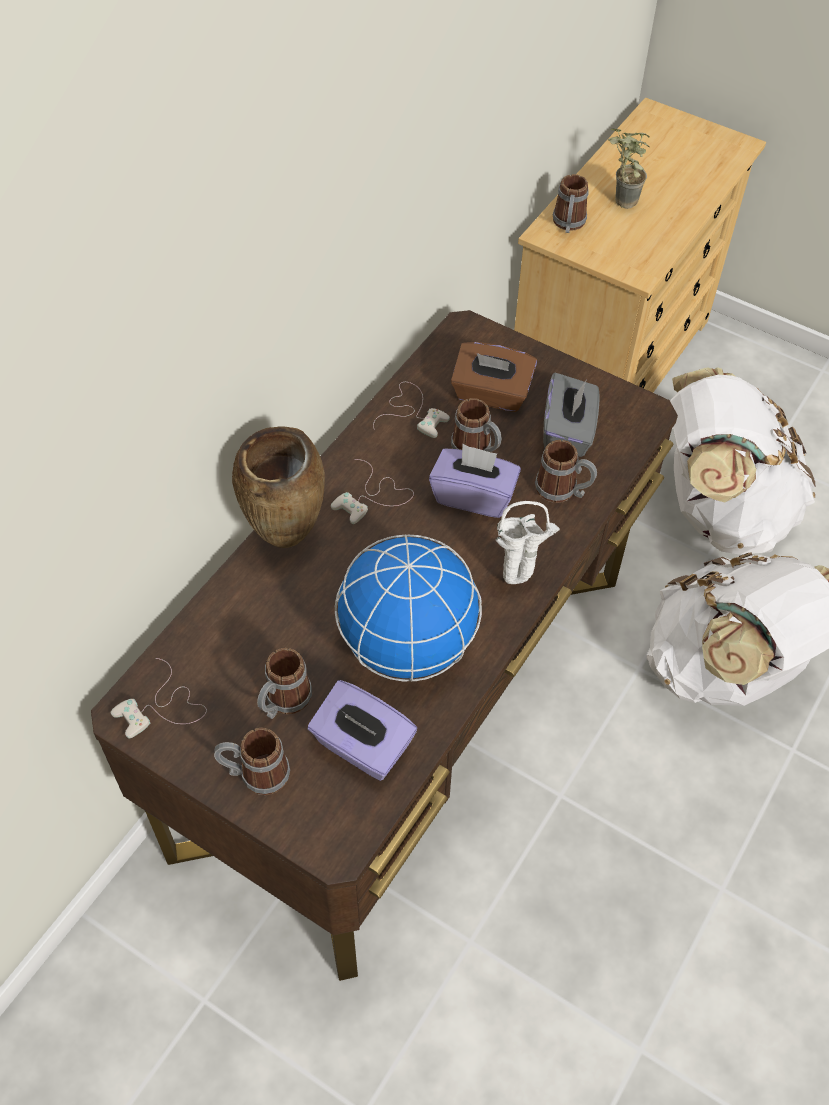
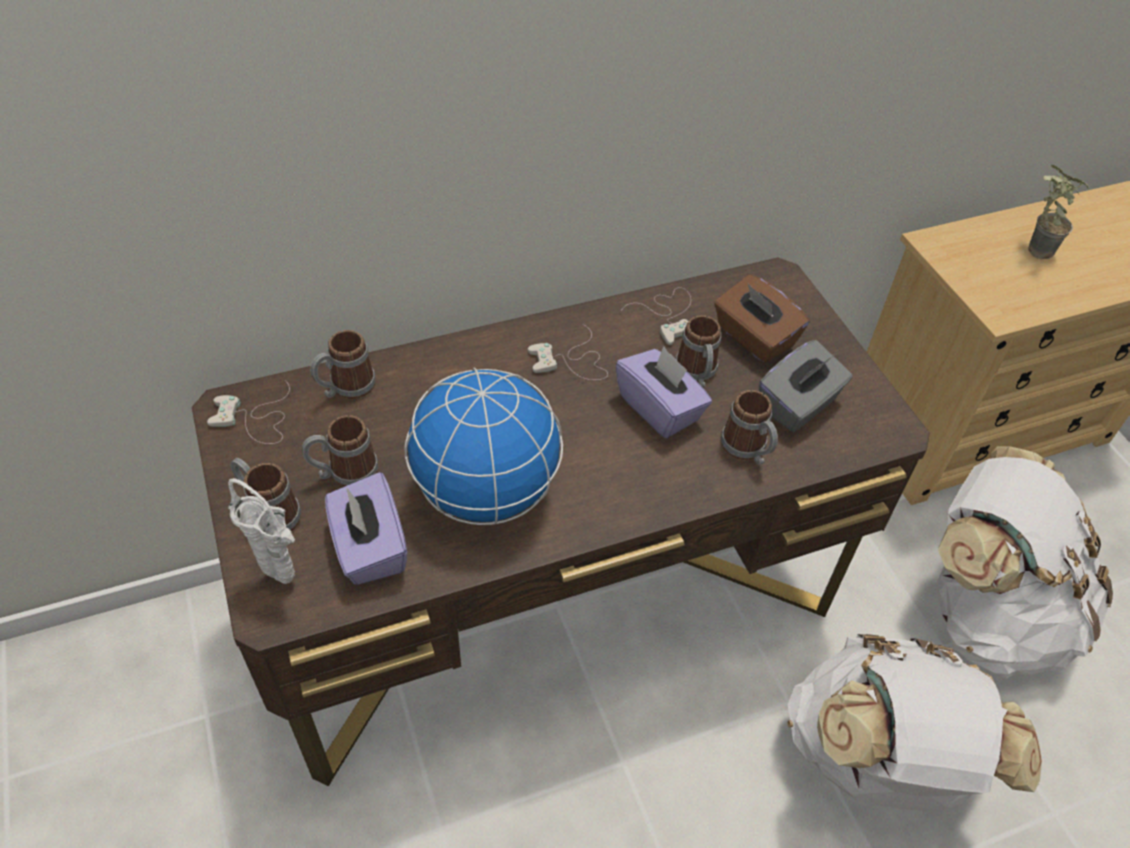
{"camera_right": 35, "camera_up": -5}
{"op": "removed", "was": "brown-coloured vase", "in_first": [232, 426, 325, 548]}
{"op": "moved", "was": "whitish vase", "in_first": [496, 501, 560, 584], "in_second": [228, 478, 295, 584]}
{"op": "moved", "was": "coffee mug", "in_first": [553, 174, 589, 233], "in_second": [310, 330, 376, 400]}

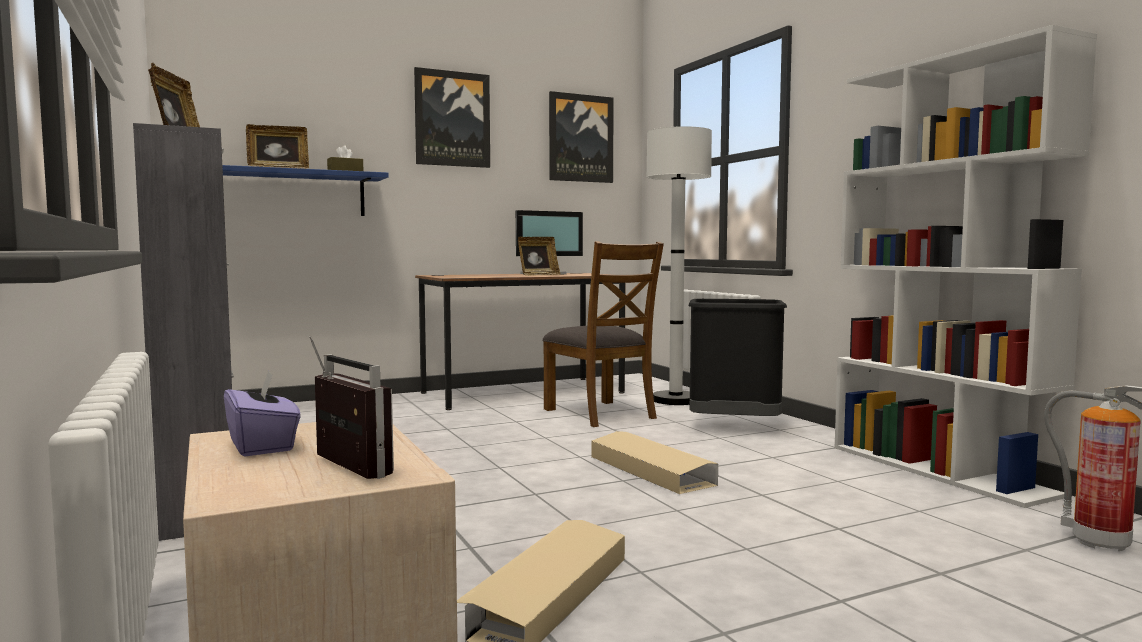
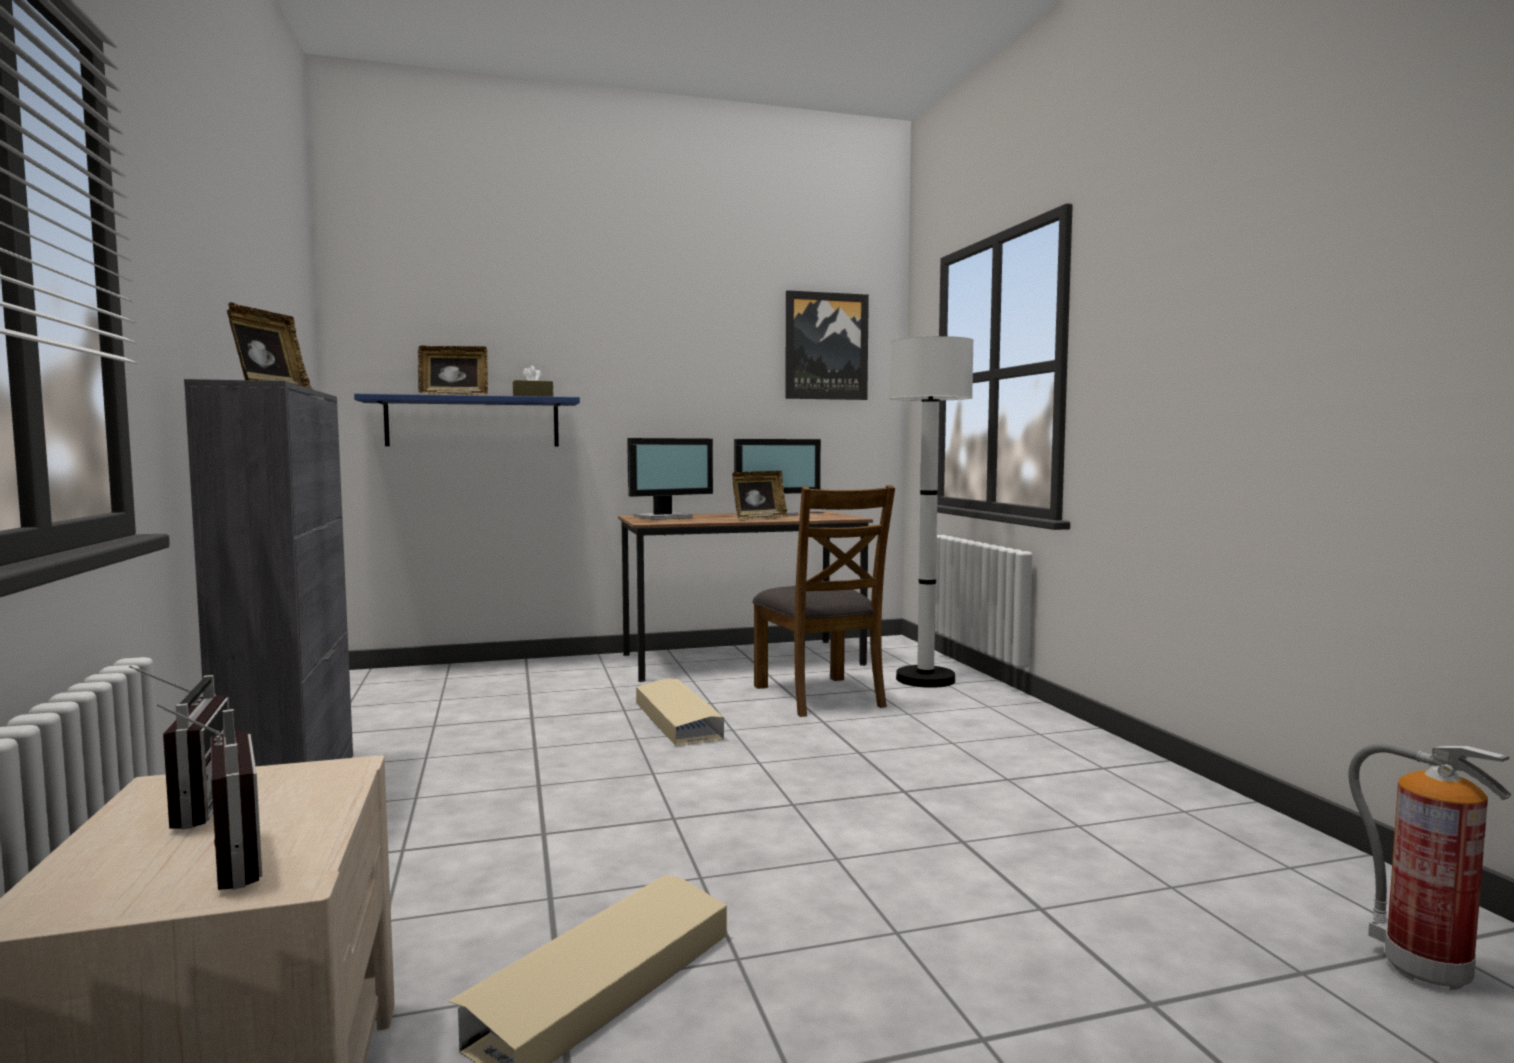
{"camera_right": 10, "camera_up": 0}
{"op": "removed", "was": "picture", "in_first": [414, 67, 490, 168]}
{"op": "removed", "was": "black rubbish bin", "in_first": [688, 299, 787, 416]}
{"op": "removed", "was": "whitish bookshelf", "in_first": [834, 25, 1097, 508]}
{"op": "added", "now": "computer display", "in_second": [627, 438, 713, 520]}
{"op": "moved", "was": "beige storage container", "in_first": [591, 431, 718, 494], "in_second": [636, 678, 724, 746]}
{"op": "replaced", "was": "purplish box of tissues", "now": "radio", "in_first": [224, 371, 301, 456], "in_second": [129, 666, 229, 829]}

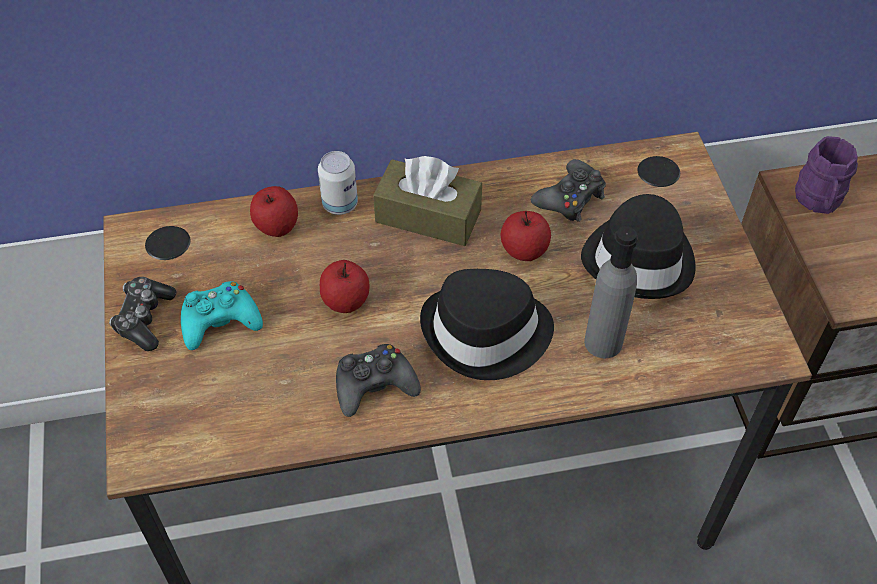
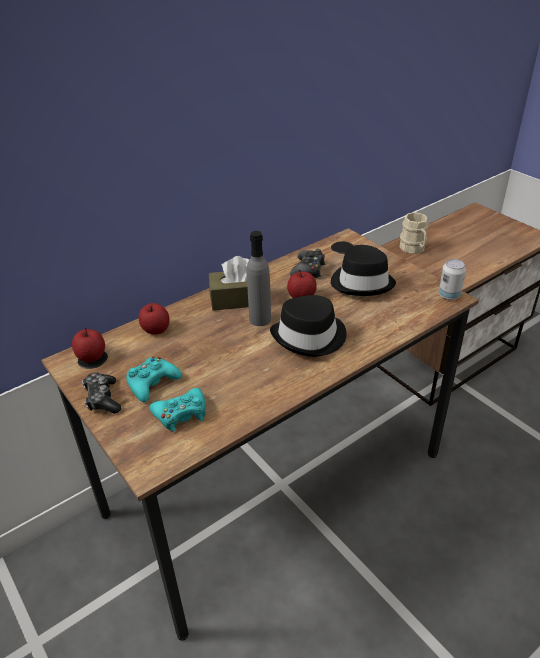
{"camera_right": -25, "camera_up": -15}
{"op": "removed", "was": "black gamepad", "in_first": [336, 344, 421, 417]}
{"op": "added", "now": "turquoise-coloured gamepad", "in_second": [150, 388, 206, 432]}
{"op": "moved", "was": "can", "in_first": [318, 151, 358, 215], "in_second": [439, 259, 466, 300]}
{"op": "moved", "was": "apple", "in_first": [320, 260, 369, 313], "in_second": [72, 328, 105, 363]}
{"op": "moved", "was": "greyish bottle", "in_first": [584, 226, 638, 358], "in_second": [247, 231, 271, 326]}
{"op": "recoloured", "was": "purplish coffee mug", "now": "beige coffee mug", "in_first": [795, 136, 858, 214], "in_second": [400, 212, 429, 254]}

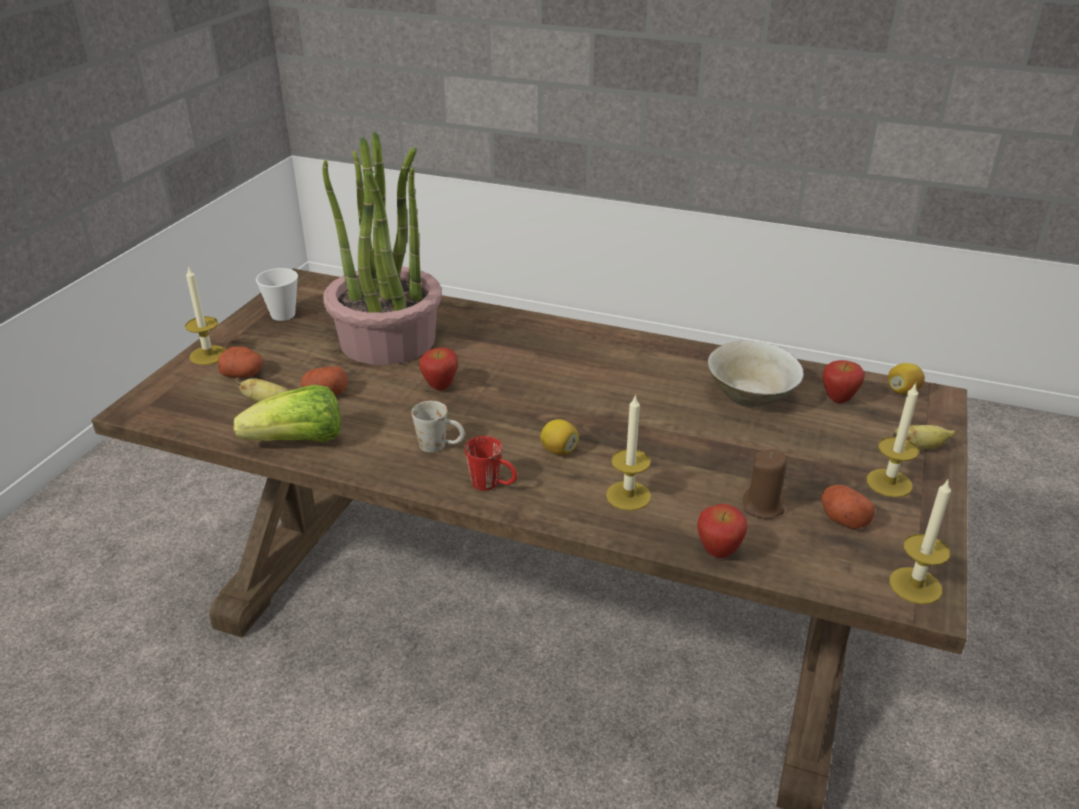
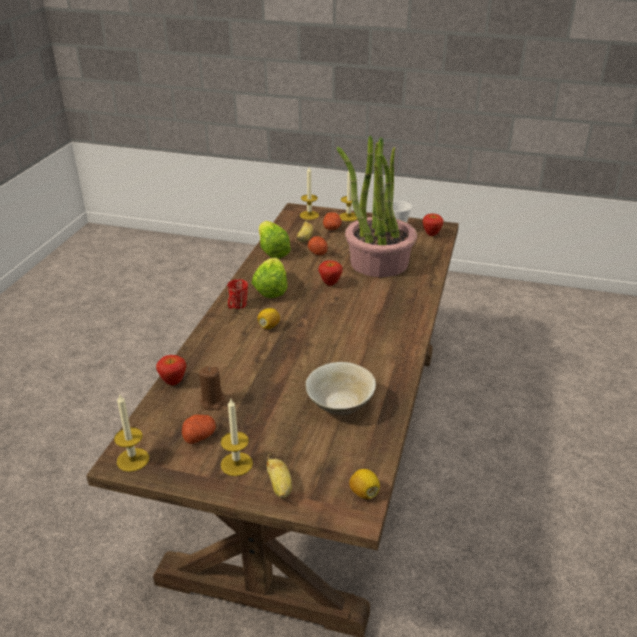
{"camera_right": 85, "camera_up": 0}
{"op": "moved", "was": "wax light", "in_first": [606, 394, 651, 511], "in_second": [300, 167, 319, 220]}
{"op": "moved", "was": "apple", "in_first": [822, 360, 865, 403], "in_second": [423, 214, 444, 236]}
{"op": "replaced", "was": "whitish coffee mug", "now": "lettuce head", "in_first": [412, 401, 465, 453], "in_second": [252, 257, 287, 298]}

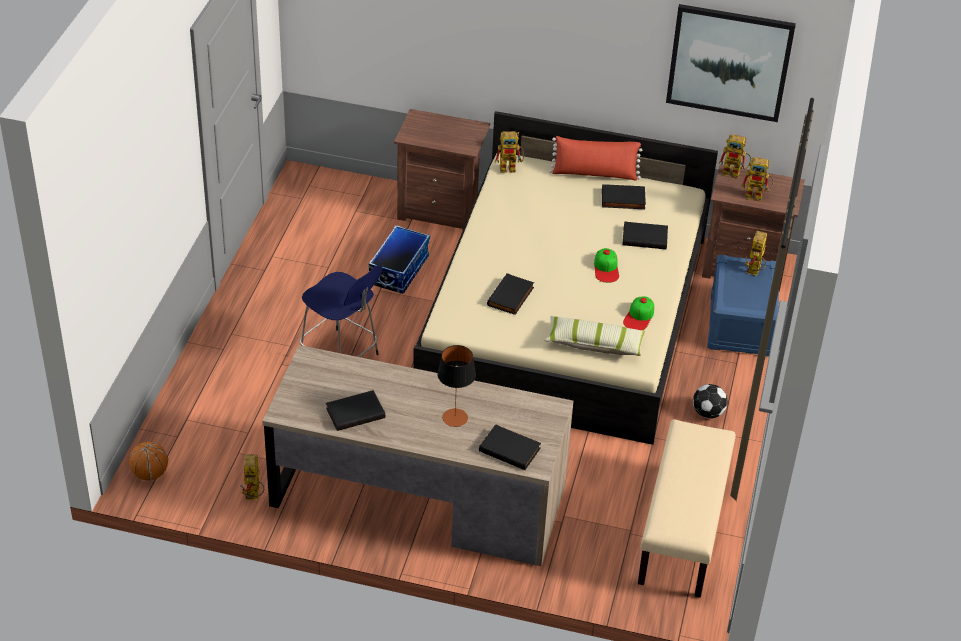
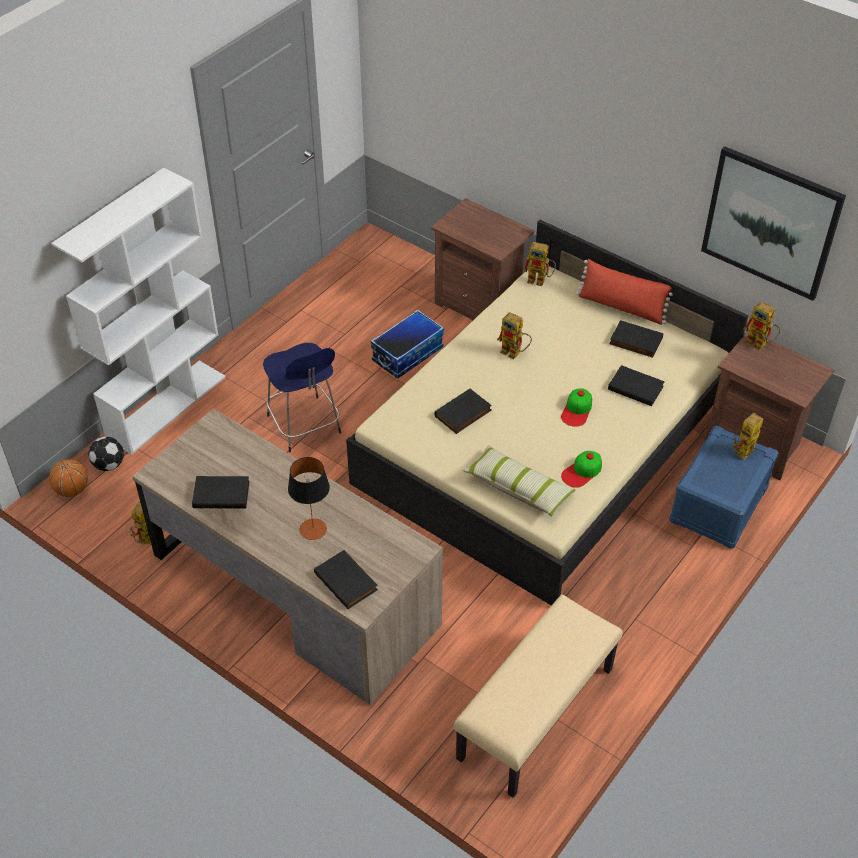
{"camera_right": 25, "camera_up": 5}
{"op": "added", "now": "whitish bookshelf", "in_second": [51, 168, 226, 455]}
{"op": "moved", "was": "football ball", "in_first": [693, 384, 727, 419], "in_second": [88, 437, 124, 471]}
{"op": "moved", "was": "robot figure", "in_first": [741, 157, 774, 201], "in_second": [497, 312, 532, 359]}

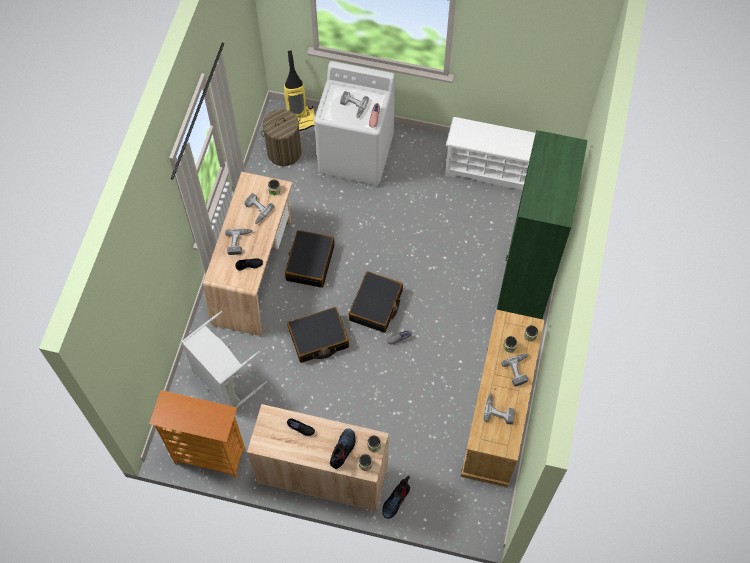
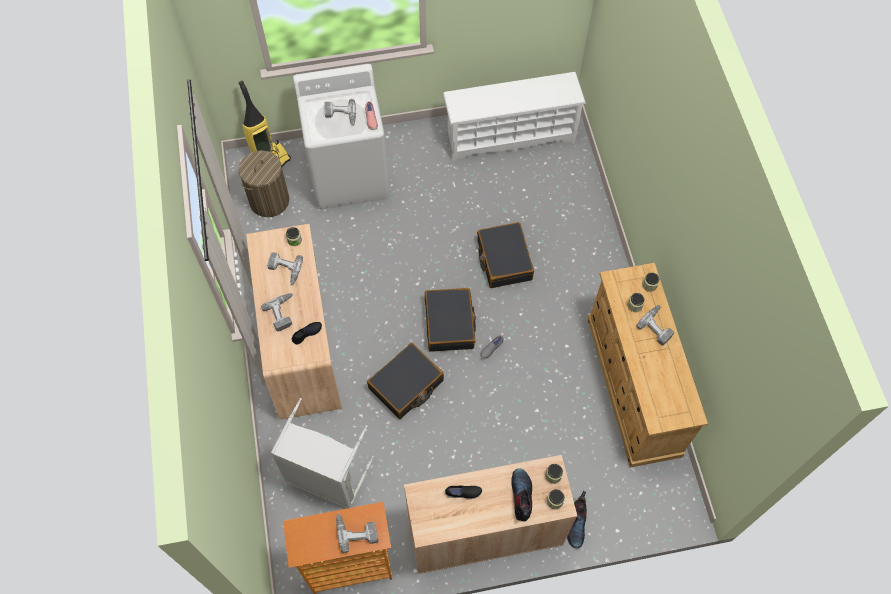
{"camera_right": -25, "camera_up": 0}
{"op": "removed", "was": "green-coloured bookshelf", "in_first": [497, 130, 588, 319]}
{"op": "moved", "was": "black suitcase", "in_first": [285, 230, 335, 288], "in_second": [477, 222, 534, 288]}
{"op": "moved", "was": "power drill", "in_first": [484, 393, 515, 424], "in_second": [336, 513, 378, 553]}

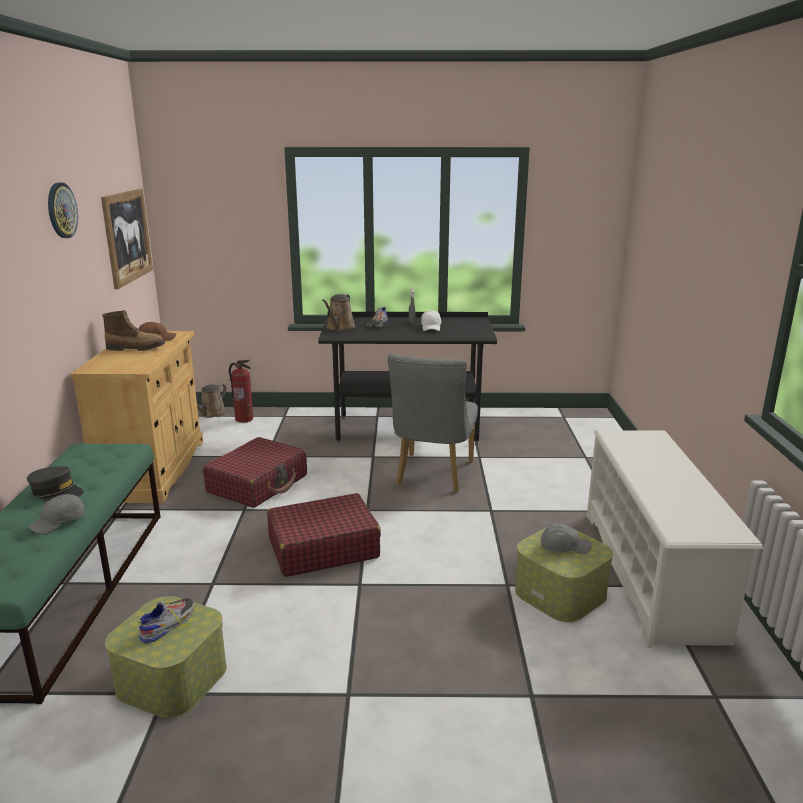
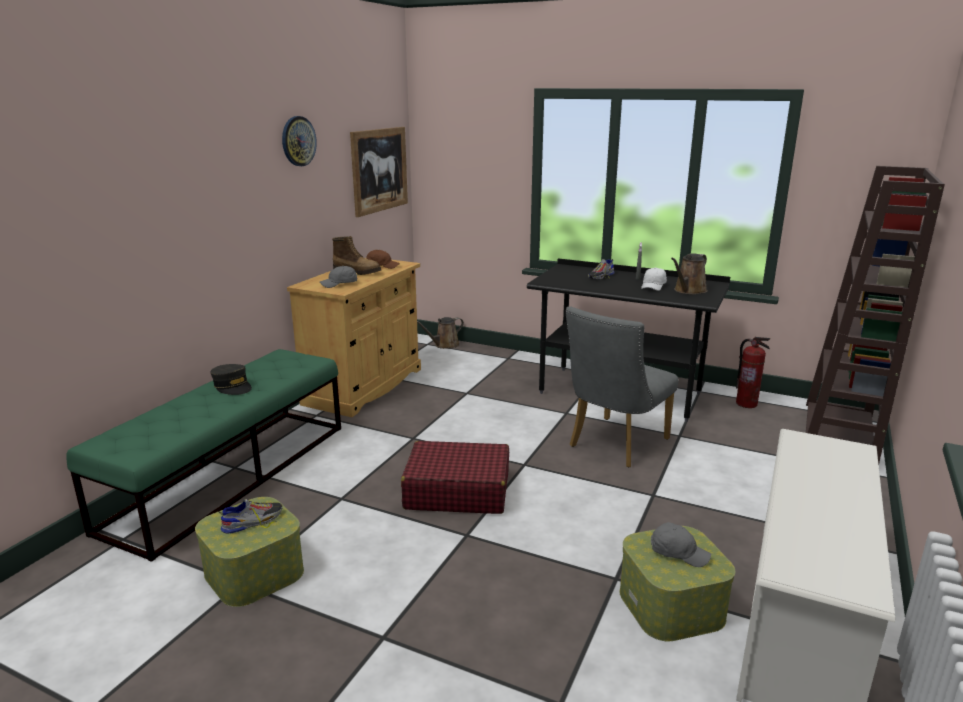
{"camera_right": 25, "camera_up": 0}
{"op": "removed", "was": "red-coloured suitcase", "in_first": [203, 437, 307, 508]}
{"op": "added", "now": "brown-coloured bookshelf", "in_second": [806, 166, 945, 464]}
{"op": "moved", "was": "greyish baseball cap", "in_first": [28, 494, 85, 535], "in_second": [320, 266, 357, 288]}
{"op": "moved", "was": "fire extinguisher", "in_first": [229, 360, 253, 423], "in_second": [736, 337, 770, 408]}
{"op": "moved", "was": "brown-coloured watering pot", "in_first": [322, 294, 355, 331], "in_second": [671, 254, 708, 295]}

